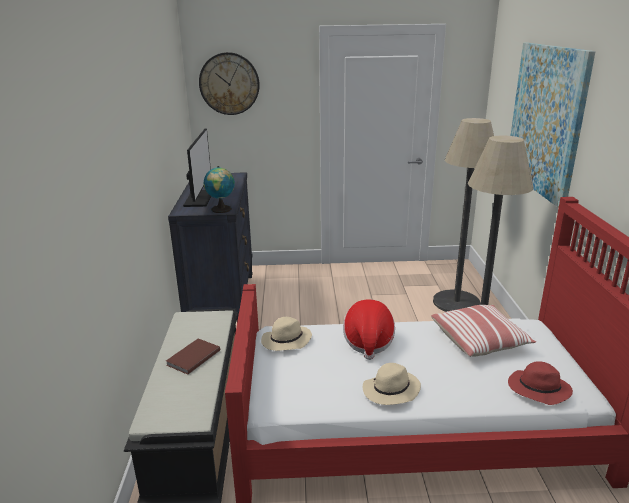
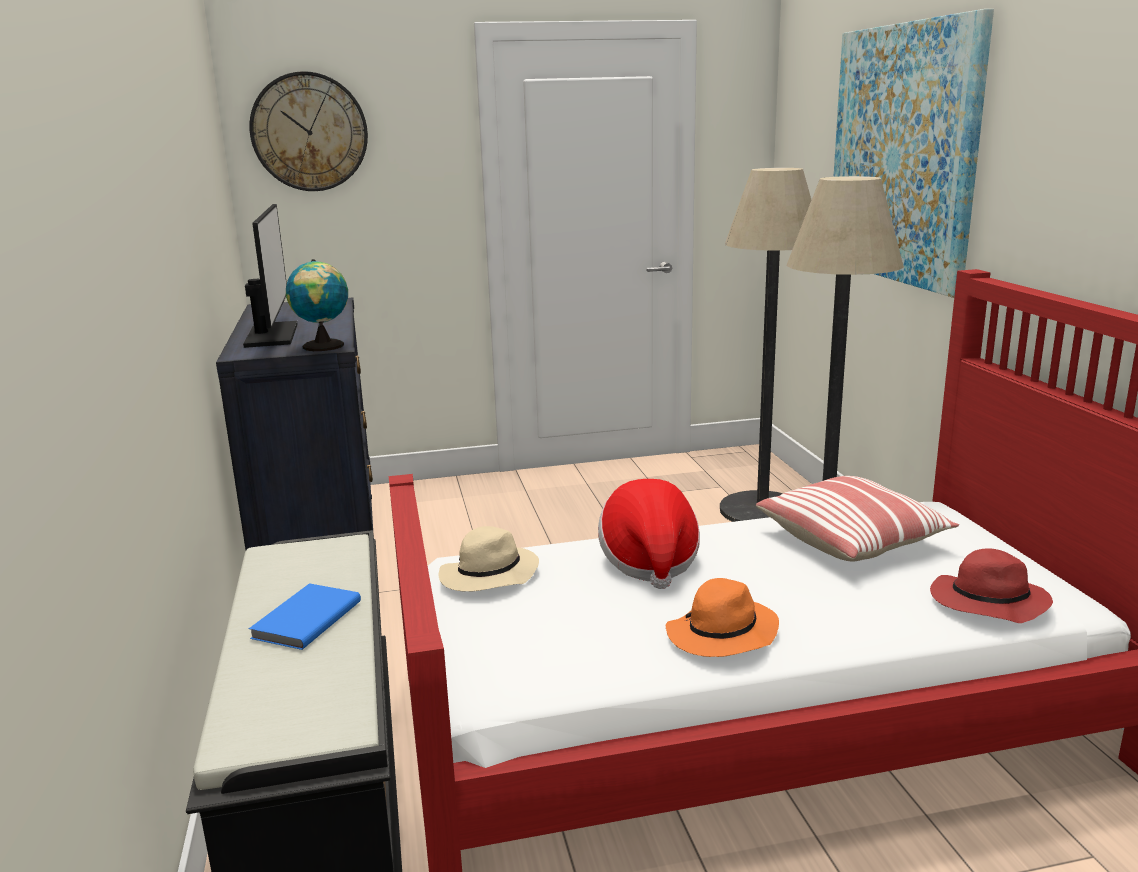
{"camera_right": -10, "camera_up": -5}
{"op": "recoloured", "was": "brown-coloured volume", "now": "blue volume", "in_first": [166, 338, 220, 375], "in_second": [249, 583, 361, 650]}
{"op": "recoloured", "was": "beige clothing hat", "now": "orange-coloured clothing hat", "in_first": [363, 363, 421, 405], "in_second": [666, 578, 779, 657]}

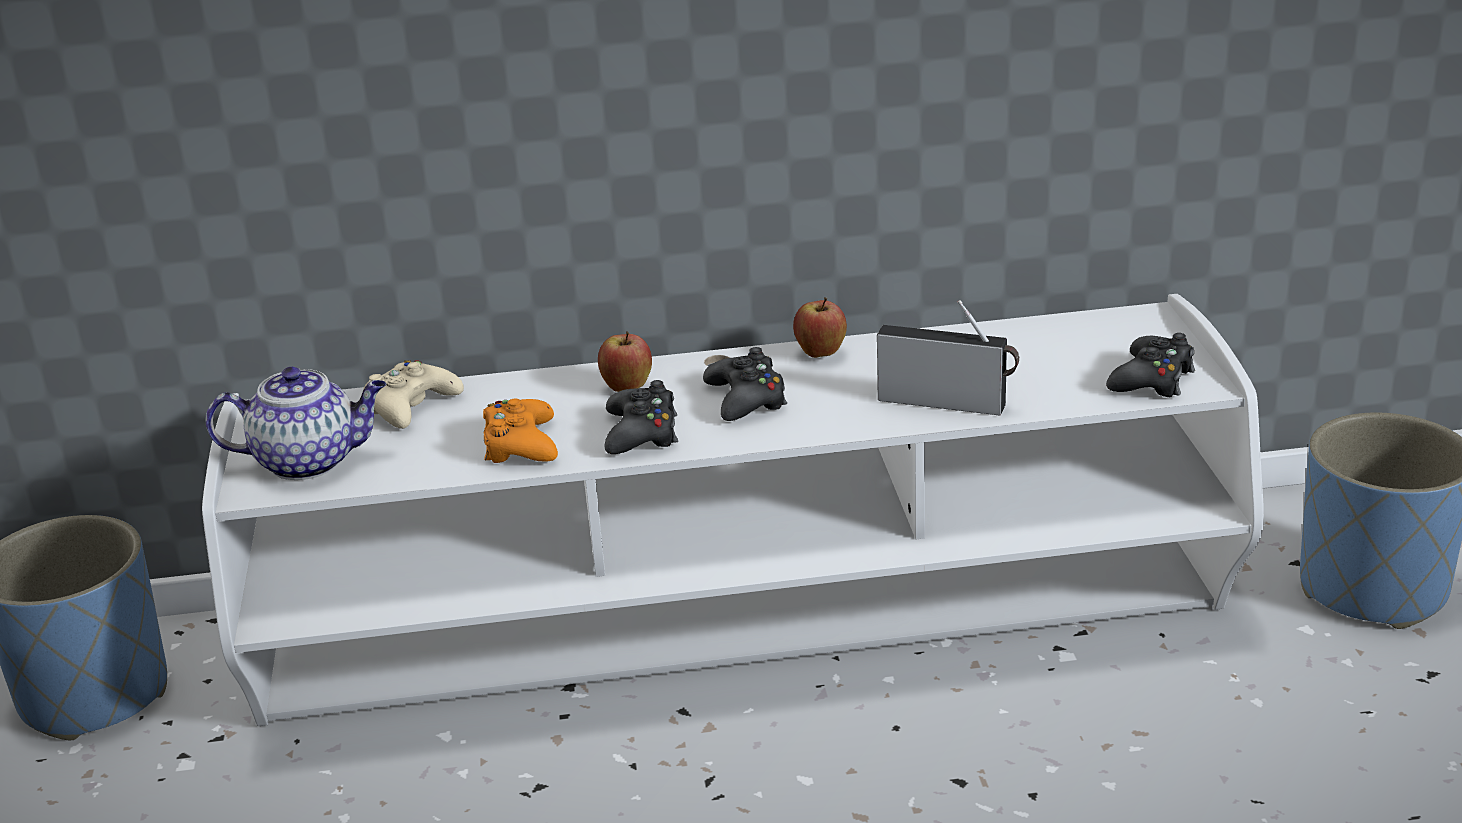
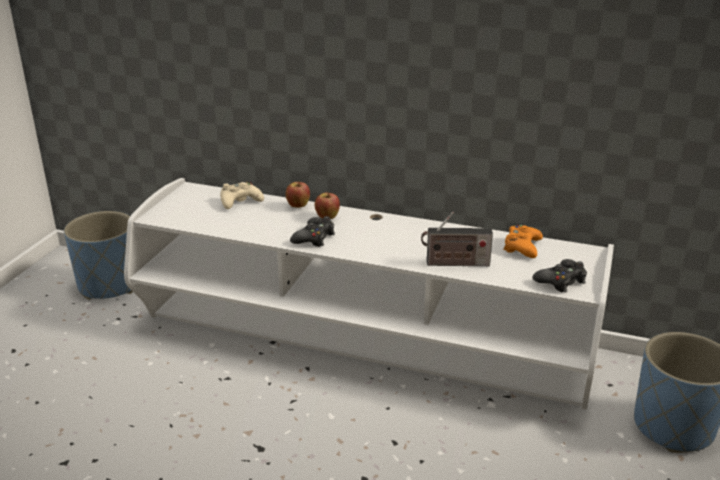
{"camera_right": 25, "camera_up": 0}
{"op": "removed", "was": "pot for tea", "in_first": [205, 367, 386, 480]}
{"op": "removed", "was": "black gamepad", "in_first": [703, 347, 787, 421]}
{"op": "moved", "was": "orange-coloured gamepad", "in_first": [483, 398, 558, 463], "in_second": [503, 225, 543, 258]}
{"op": "moved", "was": "apple", "in_first": [793, 297, 847, 358], "in_second": [286, 181, 310, 208]}
{"op": "turned", "was": "radio", "in_first": [877, 300, 1019, 416], "in_second": [421, 212, 493, 266], "clockwise": 135}

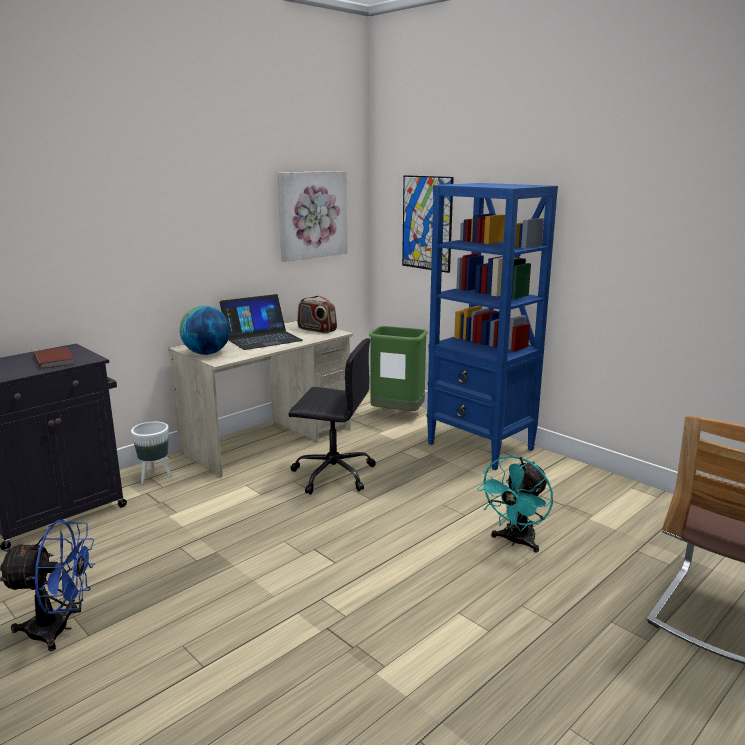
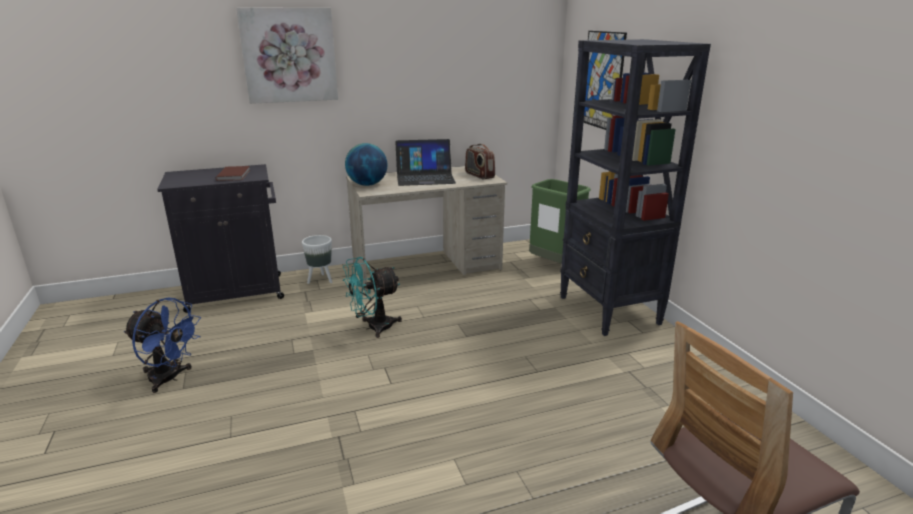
{"camera_right": 25, "camera_up": 5}
{"op": "removed", "was": "black desk chair", "in_first": [289, 338, 376, 495]}
{"op": "moved", "was": "picture", "in_first": [277, 171, 347, 262], "in_second": [236, 8, 338, 104]}
{"op": "moved", "was": "turquoise-coloured cooling fan", "in_first": [477, 456, 553, 553], "in_second": [343, 257, 402, 338]}
{"op": "recoloured", "was": "blue bookshelf", "now": "black bookshelf", "in_first": [427, 183, 558, 470], "in_second": [560, 39, 711, 336]}

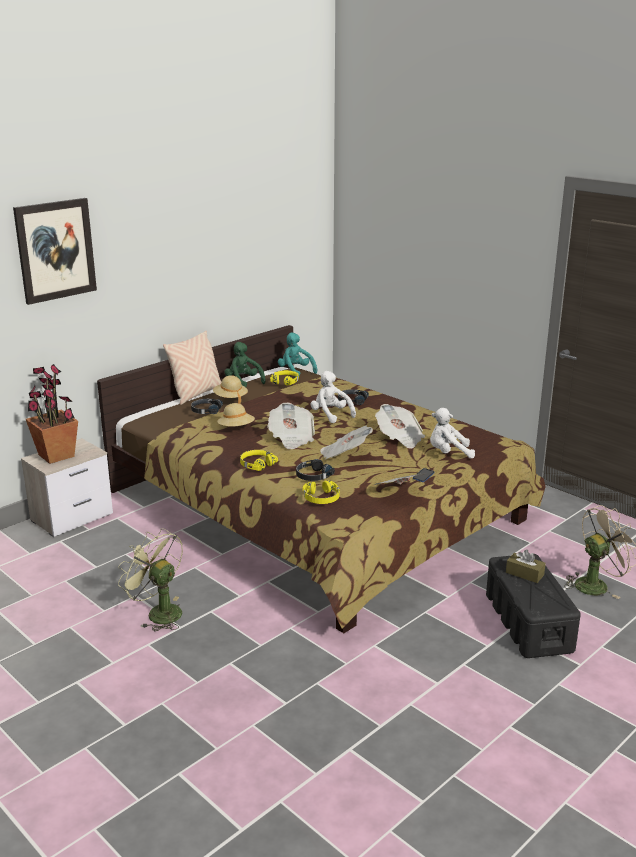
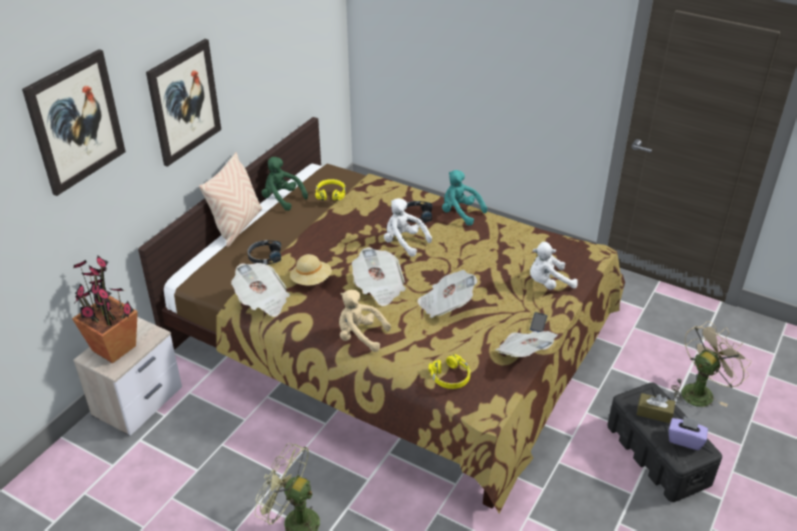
{"camera_right": -15, "camera_up": 15}
{"op": "removed", "was": "beige clothing hat", "in_first": [213, 375, 248, 404]}
{"op": "removed", "was": "black headphones", "in_first": [296, 459, 335, 481]}
{"op": "added", "now": "picture", "in_second": [146, 39, 221, 167]}
{"op": "added", "now": "purplish box of tissues", "in_second": [669, 416, 708, 450]}
{"op": "moved", "was": "turquoise-coloured cuddly toy", "in_first": [278, 333, 317, 378], "in_second": [442, 170, 487, 226]}
{"op": "moved", "was": "newspaper", "in_first": [375, 404, 425, 449], "in_second": [231, 263, 290, 317]}
{"op": "replaced", "was": "yellow headphones", "now": "beige cuddly toy", "in_first": [240, 450, 278, 471], "in_second": [339, 290, 391, 352]}

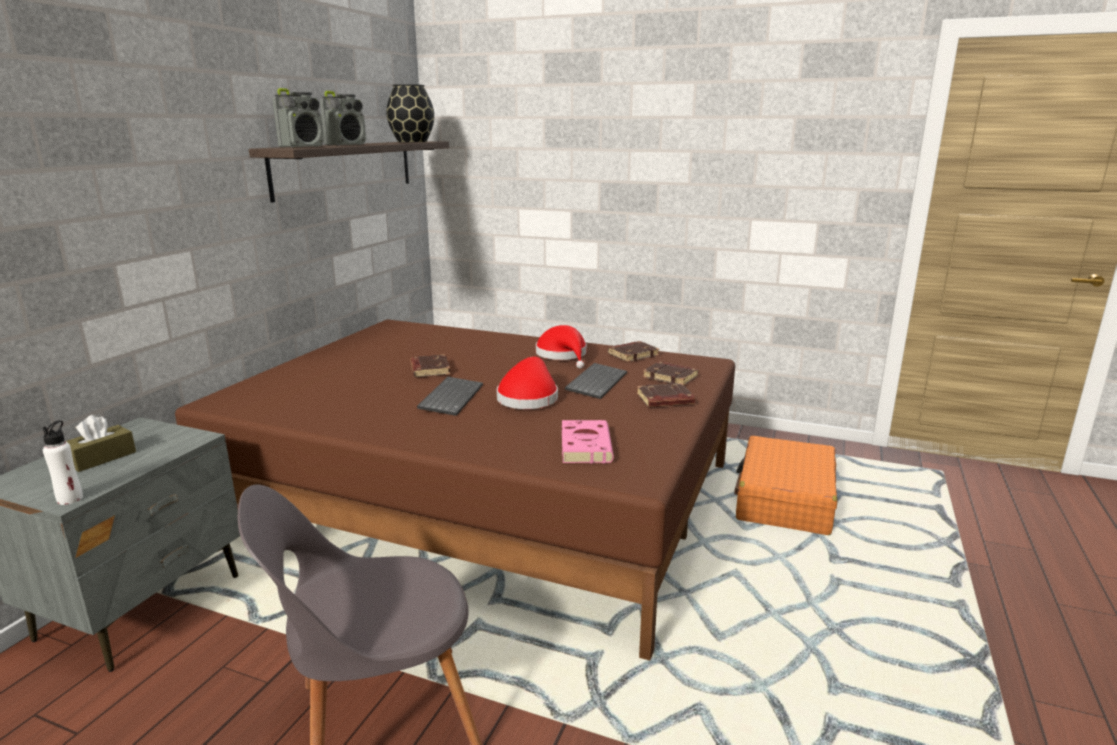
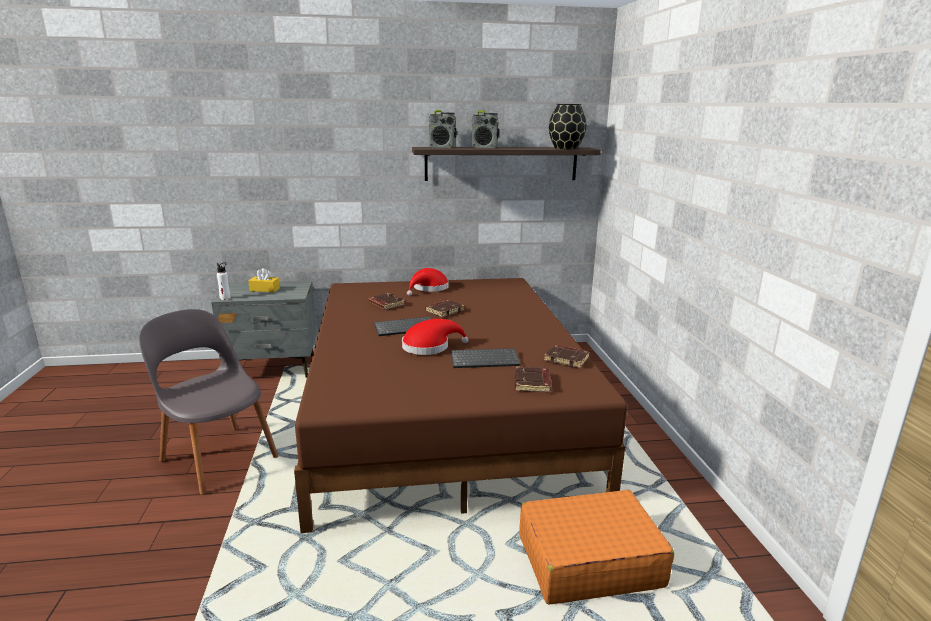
{"camera_right": 60, "camera_up": 0}
{"op": "removed", "was": "pink-coloured volume", "in_first": [562, 420, 614, 464]}
{"op": "moved", "was": "red-coloured clothing hat", "in_first": [536, 325, 587, 369], "in_second": [407, 268, 449, 296]}
{"op": "moved", "was": "brown-coloured volume", "in_first": [637, 383, 695, 407], "in_second": [368, 293, 405, 310]}
{"op": "recoloured", "was": "brown-coloured box of tissues", "now": "yellow box of tissues", "in_first": [66, 415, 136, 472], "in_second": [249, 268, 280, 292]}

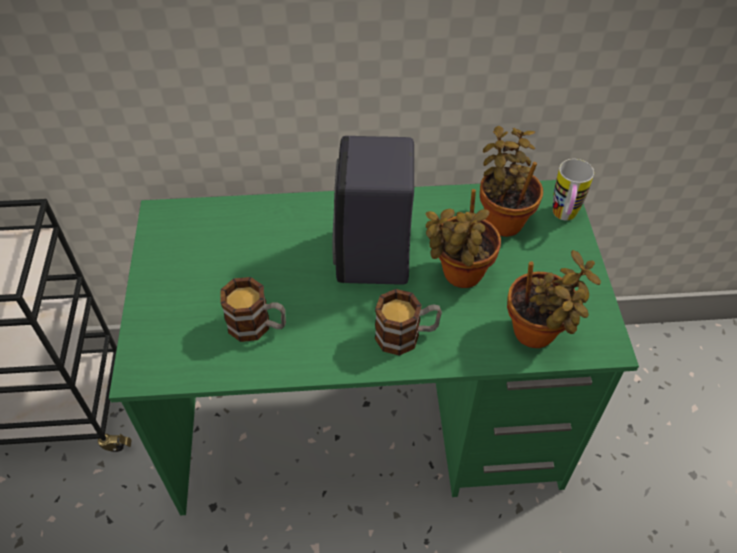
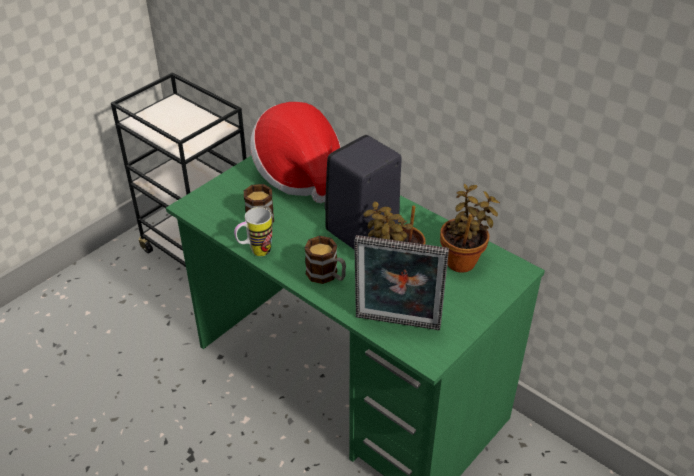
{"camera_right": 45, "camera_up": -10}
{"op": "added", "now": "clothing hat", "in_second": [250, 102, 341, 203]}
{"op": "moved", "was": "coffee mug", "in_first": [553, 159, 594, 221], "in_second": [234, 207, 272, 256]}
{"op": "replaced", "was": "plant in a pot", "now": "photo frame", "in_first": [507, 250, 601, 348], "in_second": [354, 235, 449, 330]}

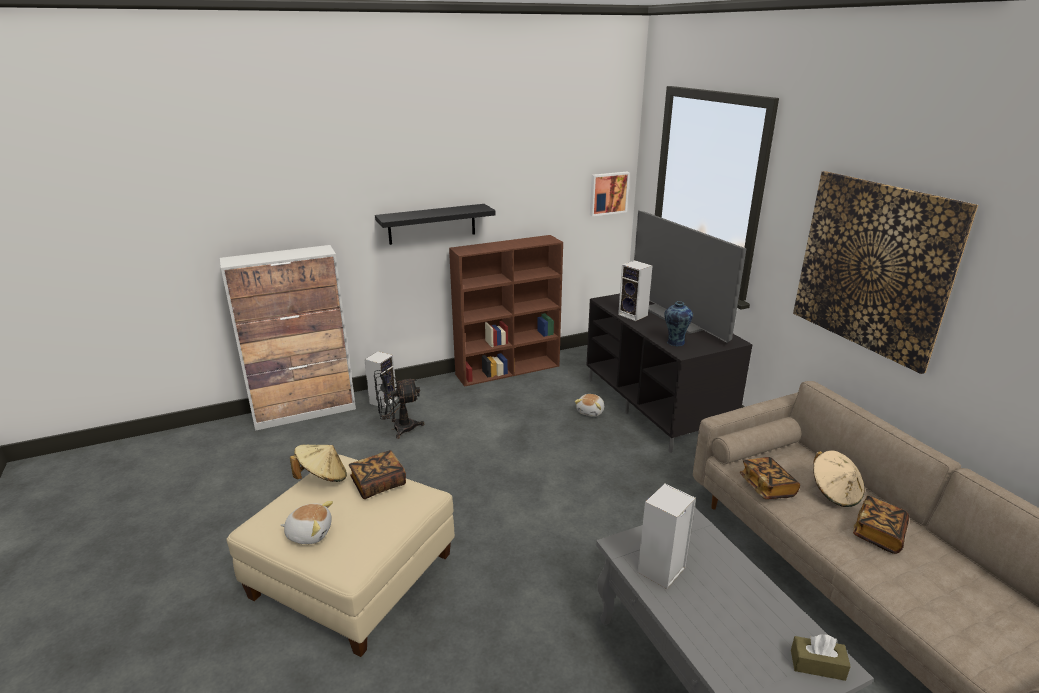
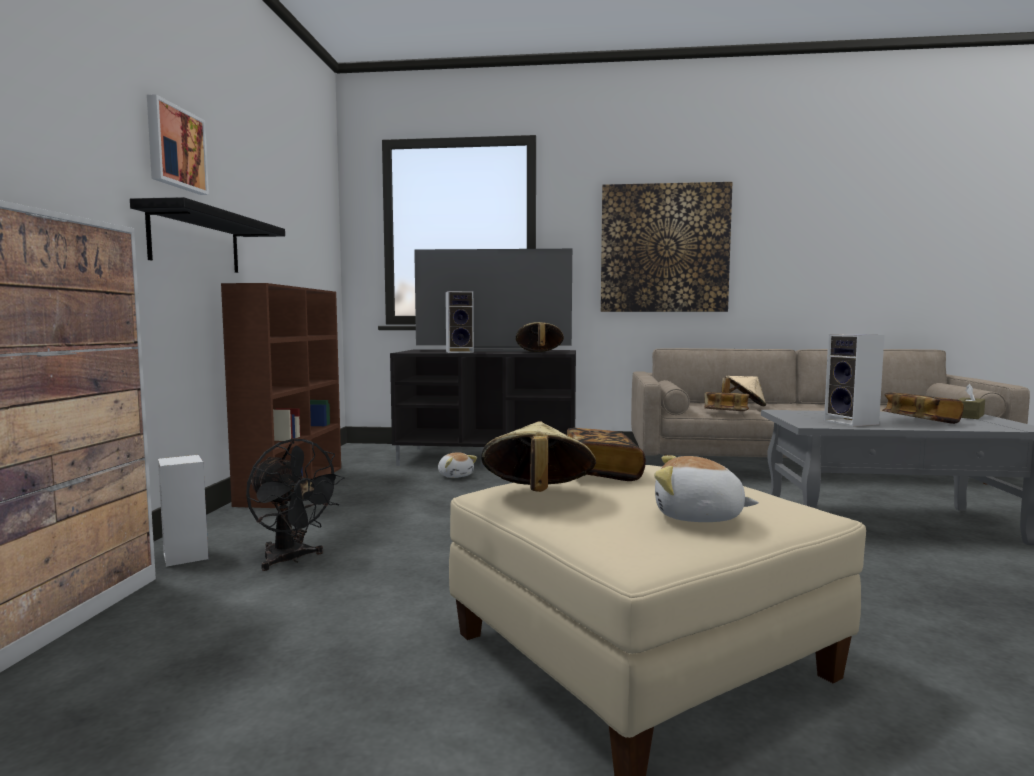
{"camera_right": -60, "camera_up": -20}
{"op": "moved", "was": "picture", "in_first": [590, 172, 630, 216], "in_second": [147, 94, 209, 195]}
{"op": "moved", "was": "volume", "in_first": [853, 496, 909, 554], "in_second": [882, 393, 964, 424]}
{"op": "replaced", "was": "vase", "now": "beige clothing hat", "in_first": [664, 301, 693, 346], "in_second": [516, 322, 564, 352]}
{"op": "turned", "was": "cuddly toy", "in_first": [280, 501, 333, 544], "in_second": [654, 455, 759, 522], "clockwise": -105}
{"op": "turned", "was": "black cooling fan", "in_first": [374, 369, 424, 439], "in_second": [246, 438, 345, 571], "clockwise": -60}

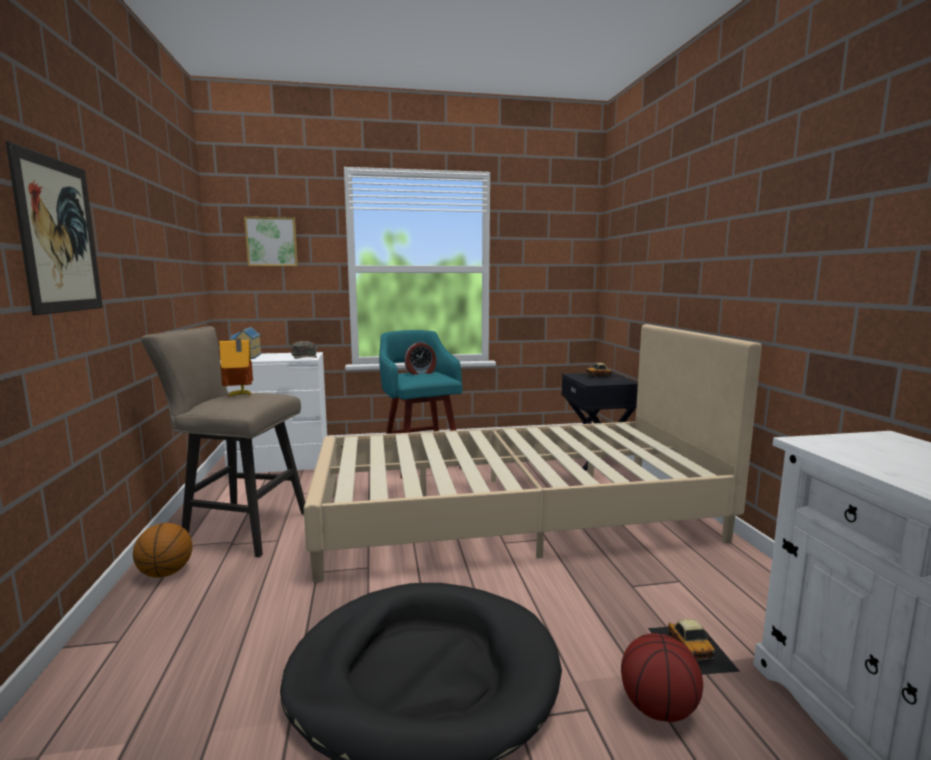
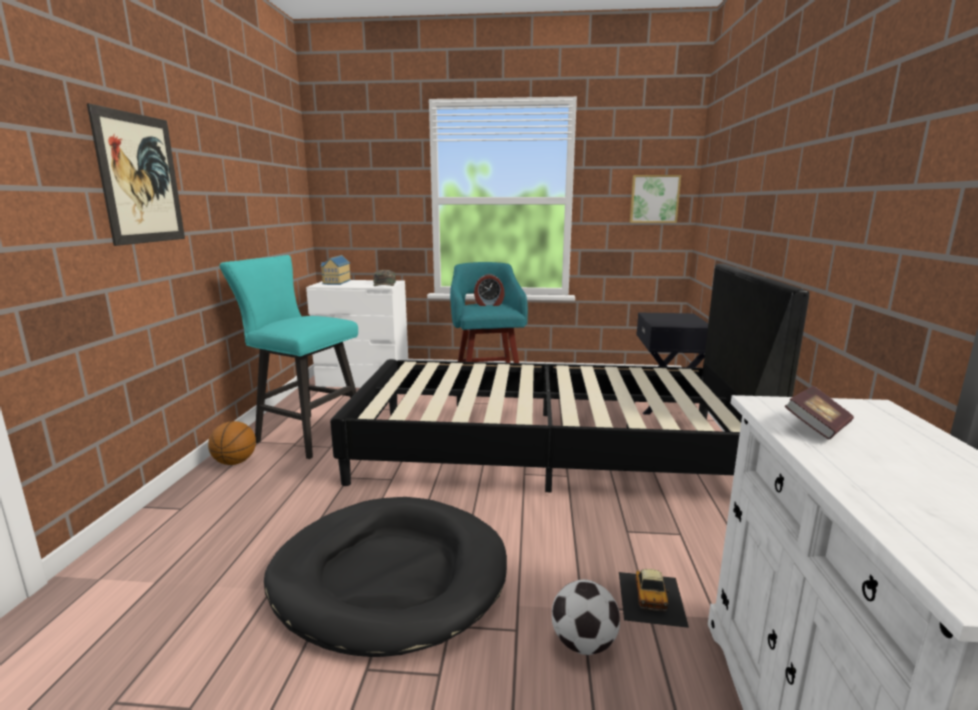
{"camera_right": 15, "camera_up": 5}
{"op": "removed", "was": "miniature house", "in_first": [219, 338, 253, 396]}
{"op": "removed", "was": "miniature car", "in_first": [578, 363, 619, 379]}
{"op": "added", "now": "volume", "in_second": [785, 386, 854, 440]}
{"op": "moved", "was": "picture", "in_first": [244, 217, 298, 266], "in_second": [630, 175, 681, 223]}
{"op": "replaced", "was": "basketball", "now": "football ball", "in_first": [621, 633, 703, 722], "in_second": [552, 579, 620, 655]}
{"op": "recoloured", "was": "beige stool", "now": "turquoise-coloured stool", "in_first": [141, 326, 305, 557], "in_second": [220, 255, 358, 459]}
{"op": "recoloured", "was": "beige sleeping bed", "now": "black sleeping bed", "in_first": [304, 324, 762, 583], "in_second": [330, 263, 809, 493]}

